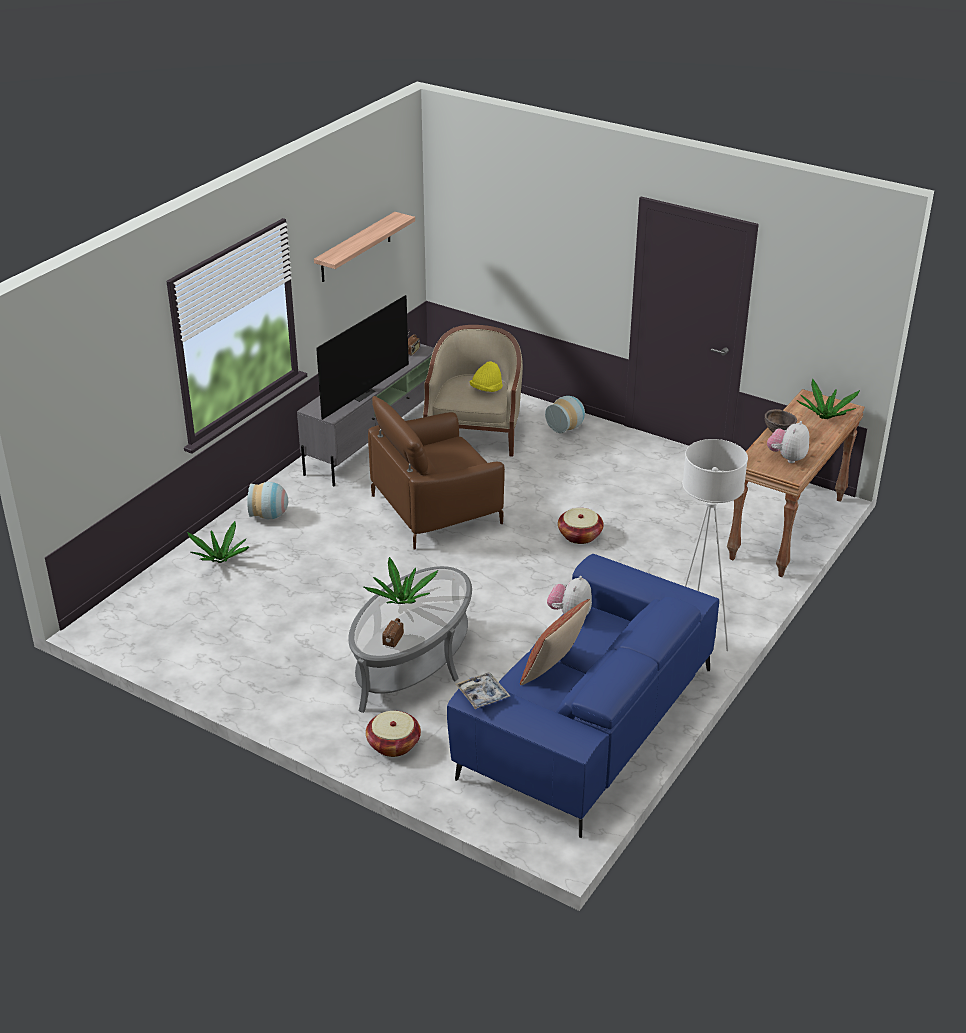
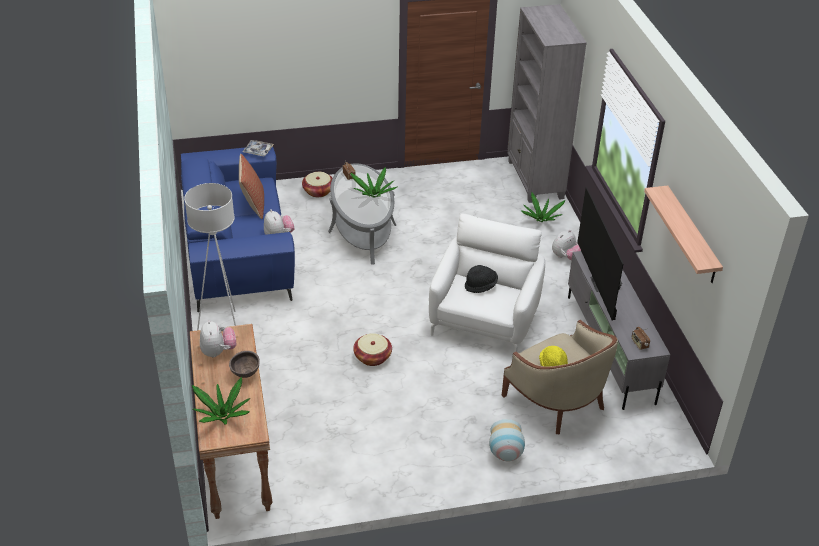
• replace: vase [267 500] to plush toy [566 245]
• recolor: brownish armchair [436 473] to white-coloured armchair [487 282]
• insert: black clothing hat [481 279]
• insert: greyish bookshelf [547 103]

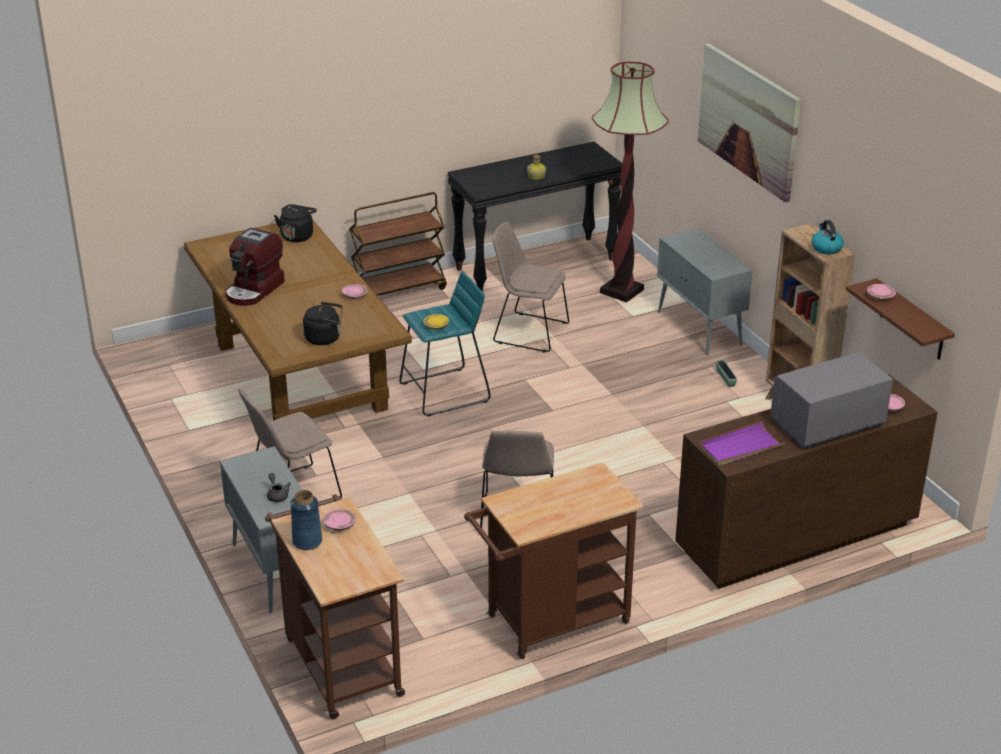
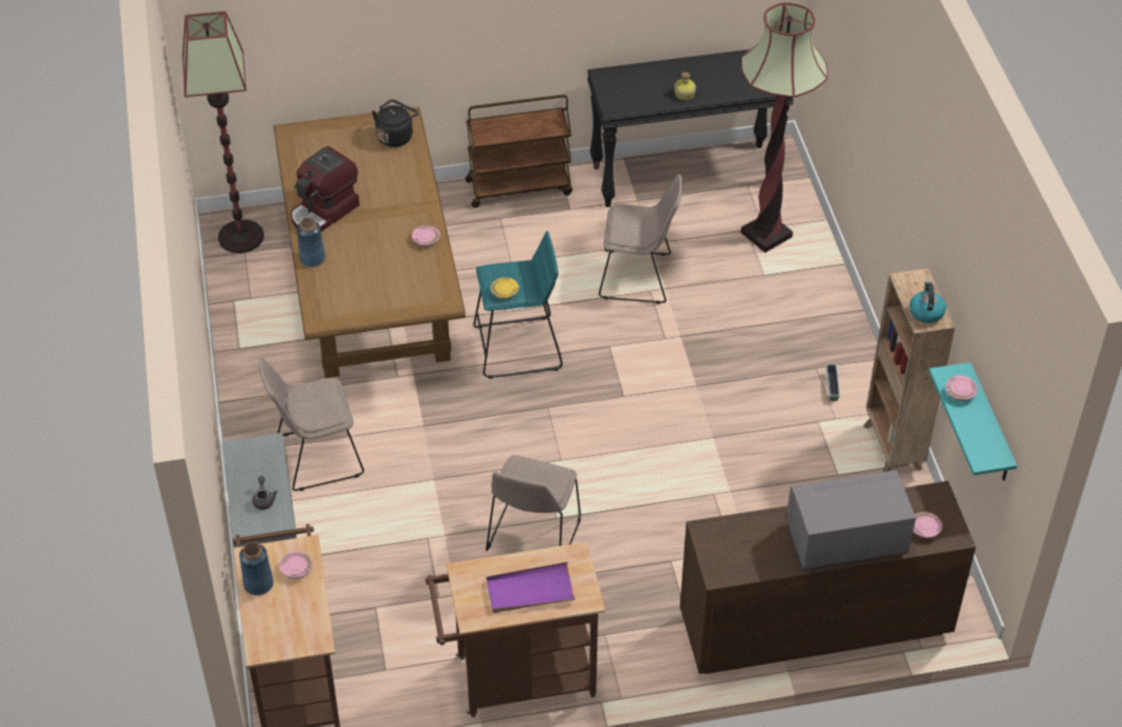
• delete: black tea kettle [322 323]
• rotate: beige-coloured plain chair [530 287] = [641 239] 150 degrees clockwise
• delete: greyish cabinet [704 292]
• delete: wall picture [749 122]
• move: purple serving tray [742 443] to [530 587]
• recolor: brownish bracket shelf [900 319] to turquoise bracket shelf [973 421]
• insert: standing lamp [223 132]
• insert: blue-coloured vase [311 242]

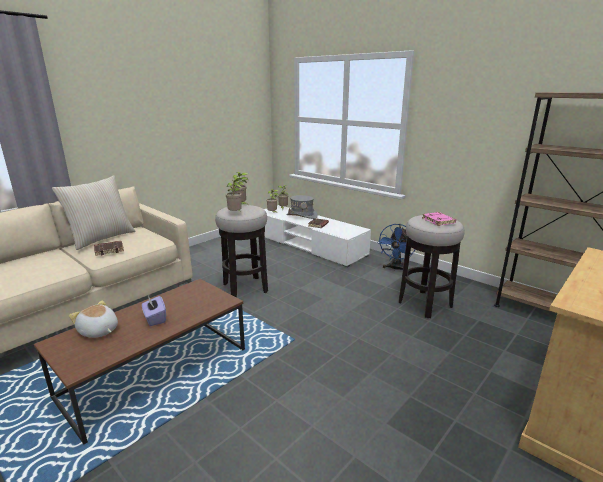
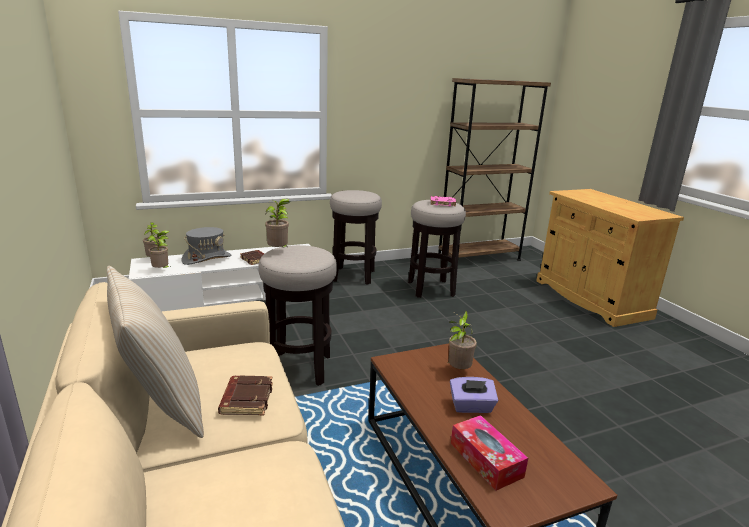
• replace: plush toy [93 319] to tissue box [489 453]
• move: plant in a pot [233 194] to [462 340]
• replace: blue-coloured cooling fan [396 247] to sitting stool [356 237]

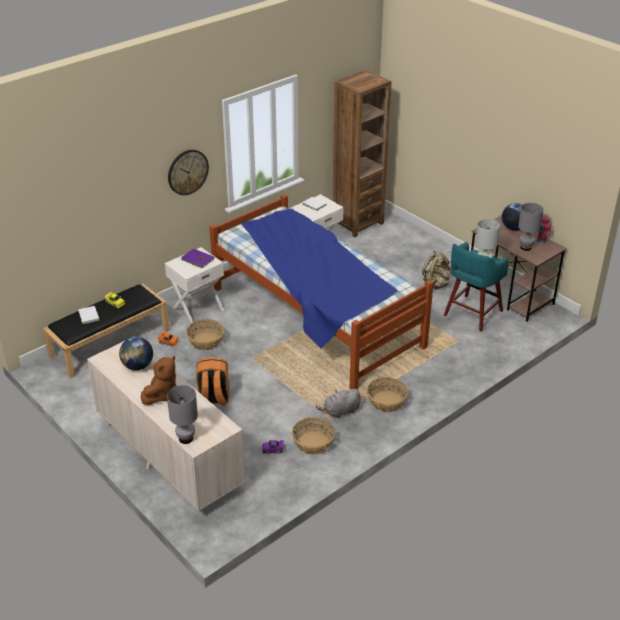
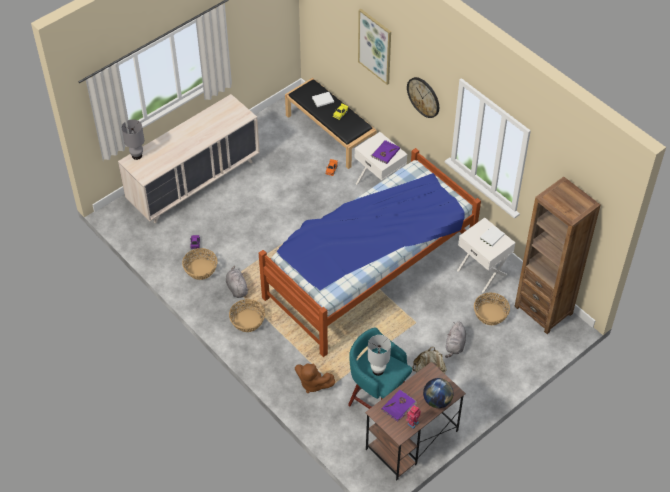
• delete: world globe [136 353]
• move: brownish plush toy [158 380] to [315 378]
• move: household basket [205 334] to [492 309]
• delete: orange knapsack [213 381]
• replace: greyish table lamp [531 227] to purple bound book [399 406]
• insert: wall picture [374 47]
• insert: greyish plush toy [455 339]

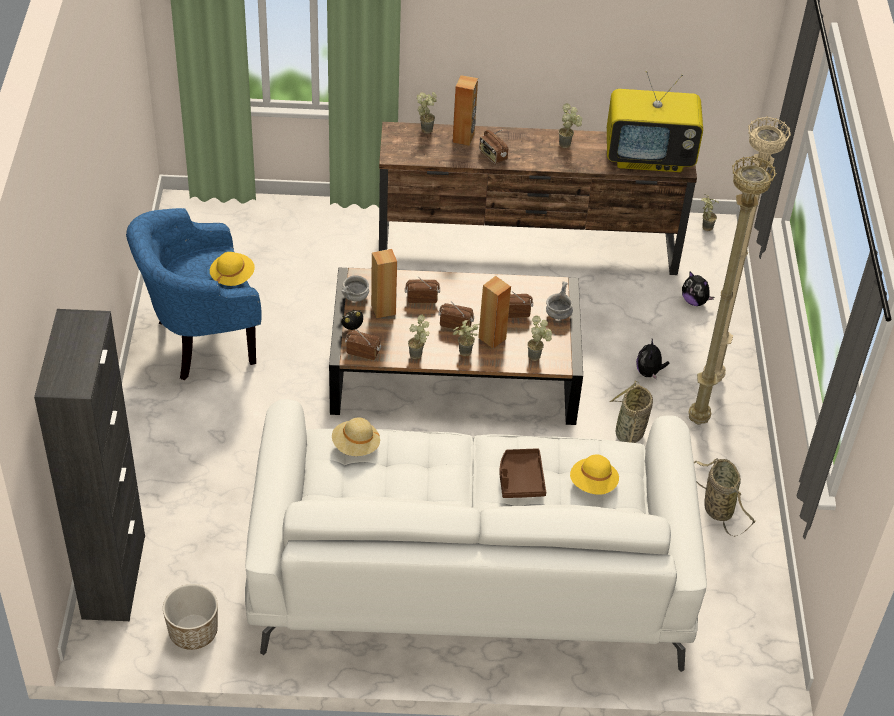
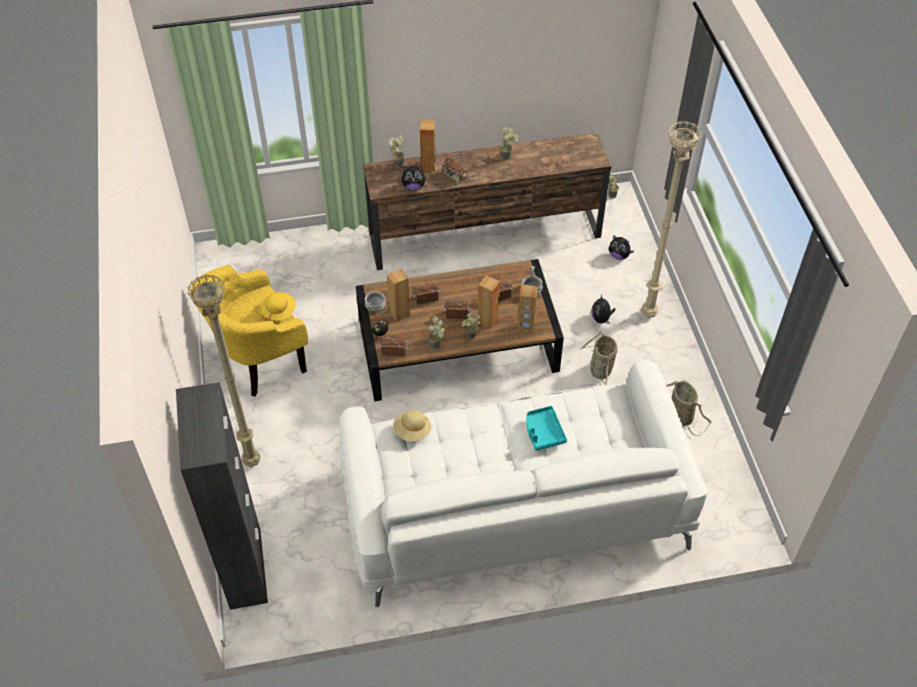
• recolor: blue-coloured armchair [194 294] to yellowish armchair [249 331]
• delete: flower pot [190 617]
• recolor: brownish serving tray [522 473] to turquoise serving tray [546 428]
• replace: plant in a pot [539 338] to brownish speaker [528 309]
• delete: yellowish clothing hat [594 474]
• delete: television [655 121]
• move: beige-coloured standing lamp [732 290] to [223 370]
• insert: plush toy [414 178]

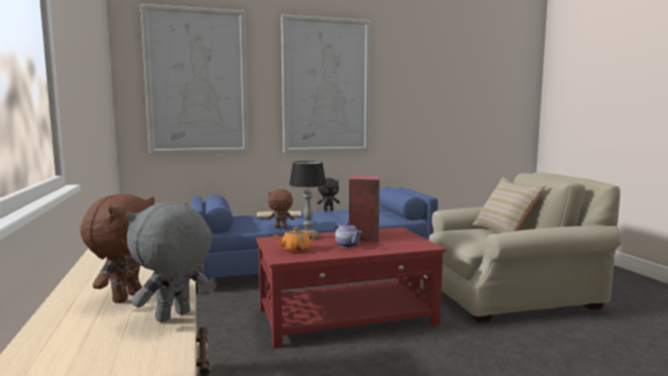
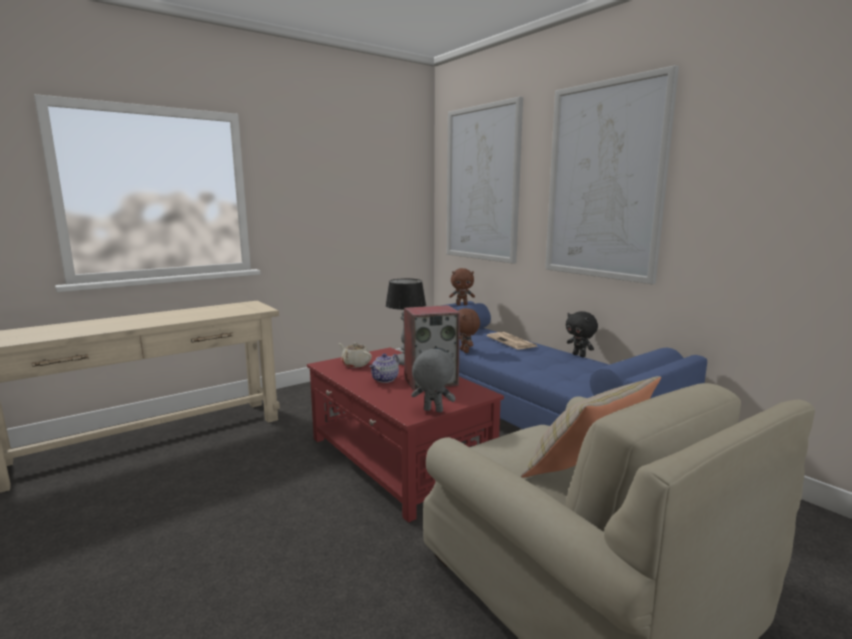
• move: brownish plush toy [117 248] to [462 286]
• move: greyish plush toy [169 262] to [433 380]
• recolor: orange pot for tea [294 239] to beige-coloured pot for tea [355 354]

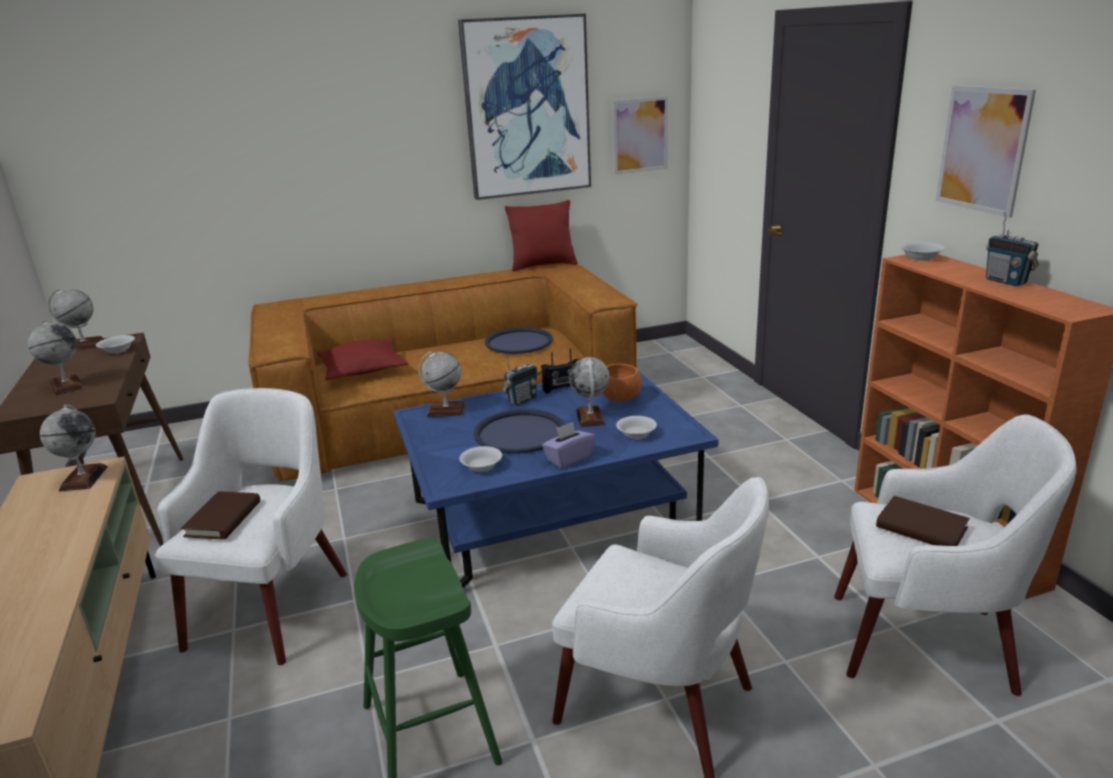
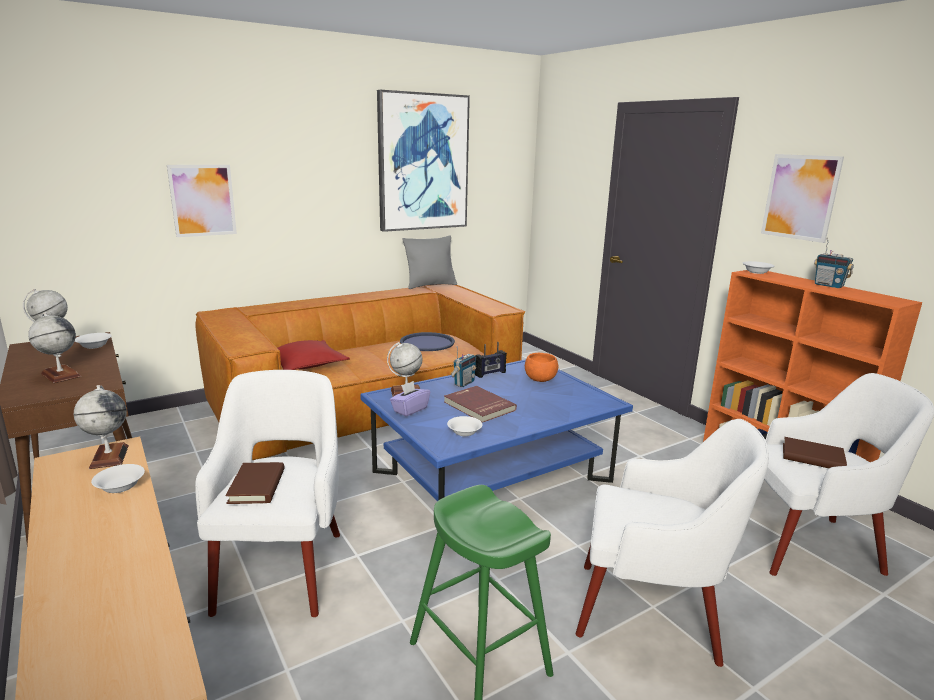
• replace: blue-coloured serving tray [519 431] to red-coloured bound book [480 404]
• recolor: red-coloured pillow [541 235] to greyish pillow [430 262]
• move: purple tissue box [568 445] to [410 398]
• delete: world globe [589 392]
• move: wall picture [640 135] to [202 201]
• move: white-coloured deep dish [636 427] to [118 478]

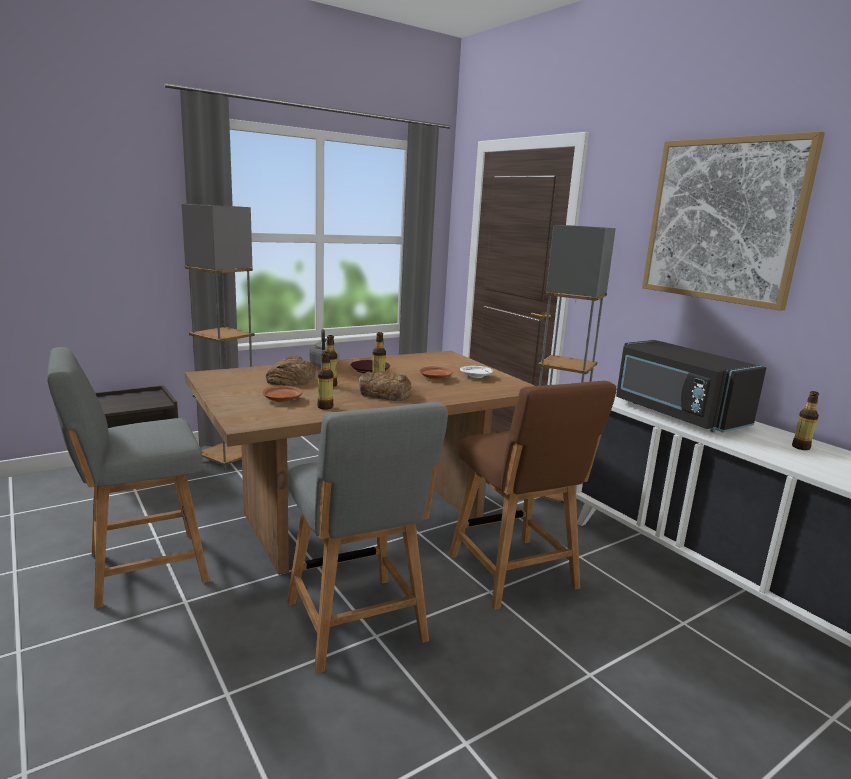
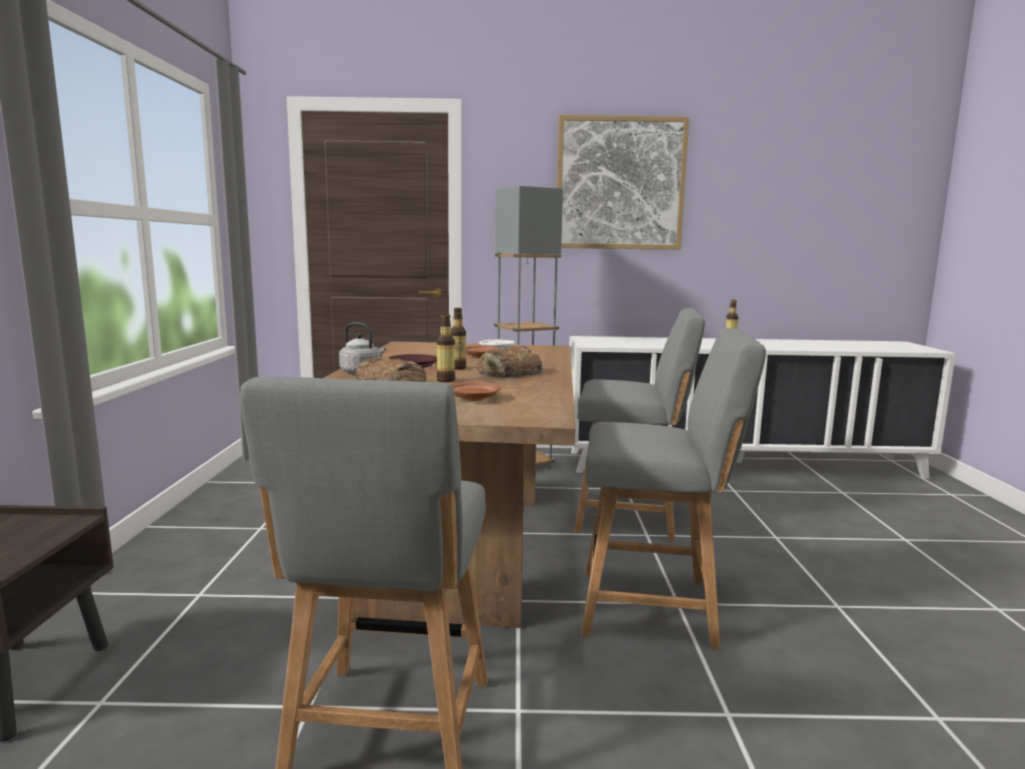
• delete: greyish standing lamp [218 337]
• delete: drink bottle [325 380]
• recolor: brownish plain chair [532 495] to greyish plain chair [639 425]
• delete: black microwave [691 386]

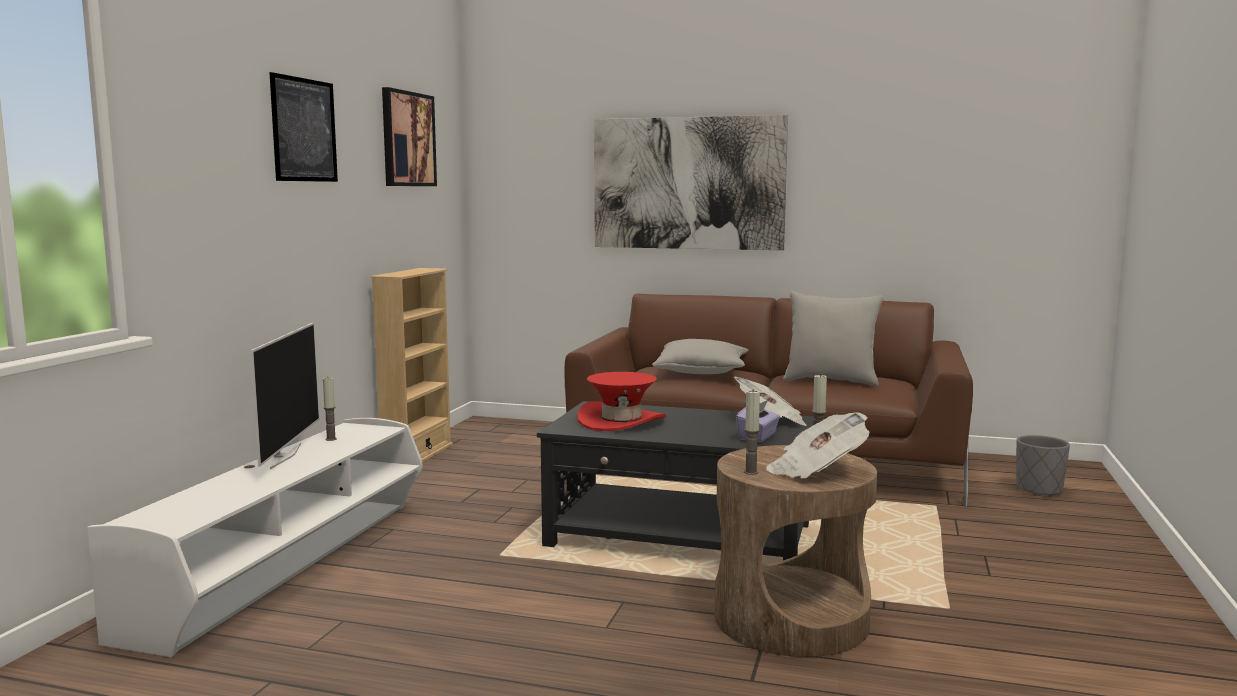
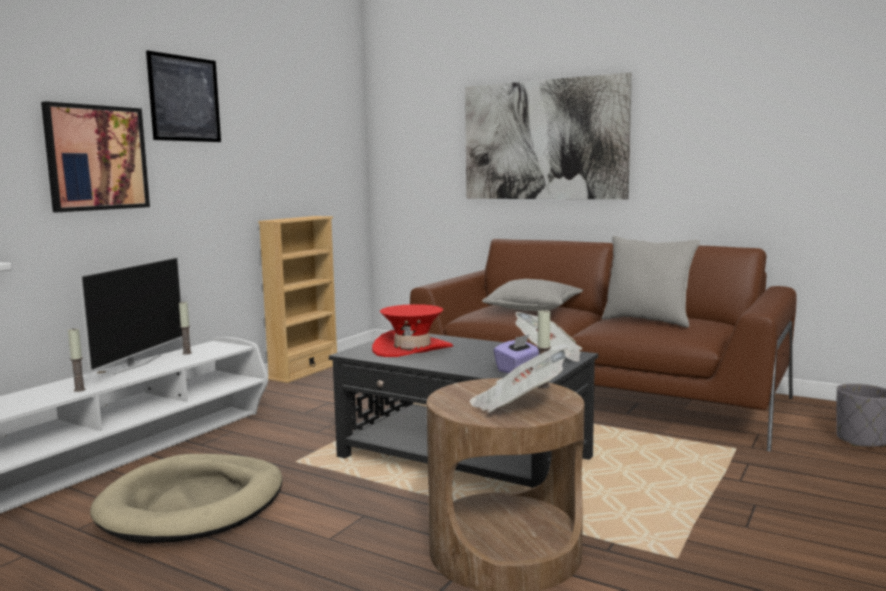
• move: wall picture [409 136] to [95 156]
• move: candle [752 432] to [77 360]
• insert: beige-coloured dog cushion [186 498]

